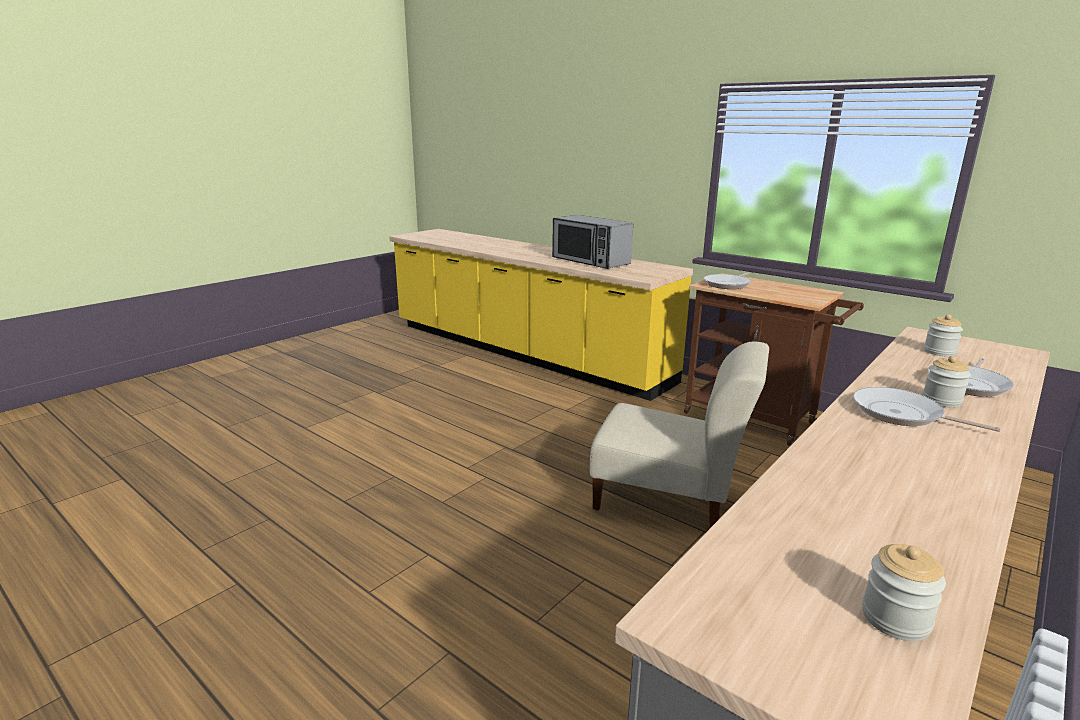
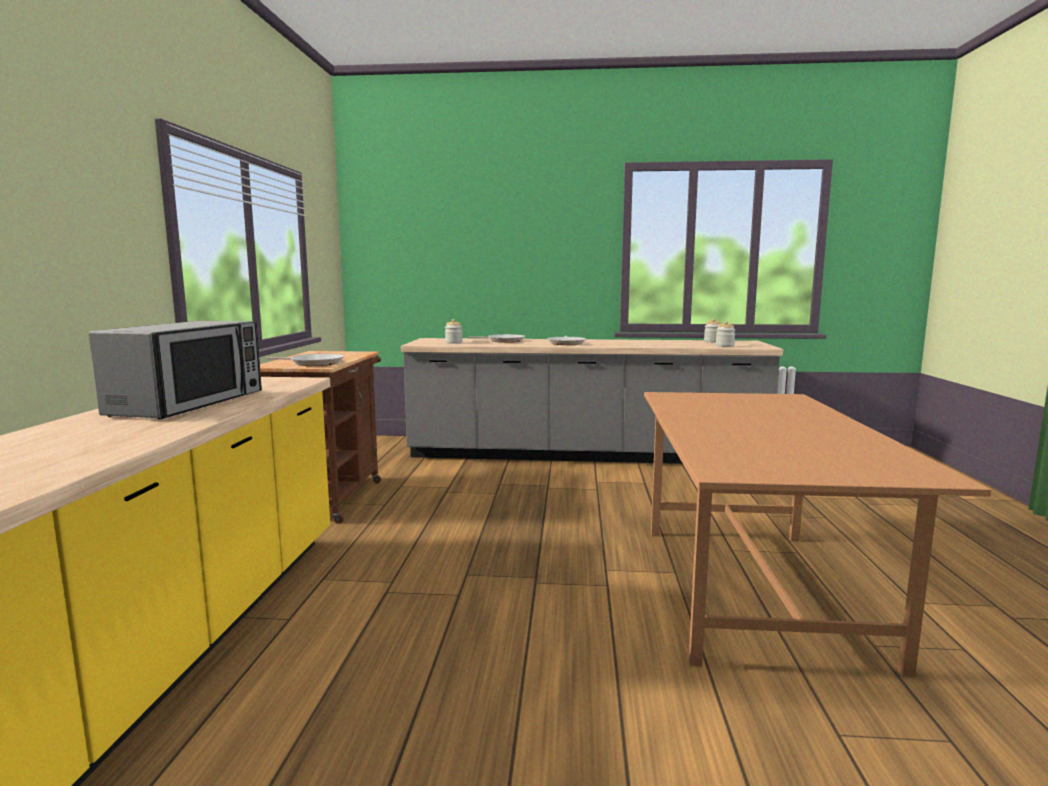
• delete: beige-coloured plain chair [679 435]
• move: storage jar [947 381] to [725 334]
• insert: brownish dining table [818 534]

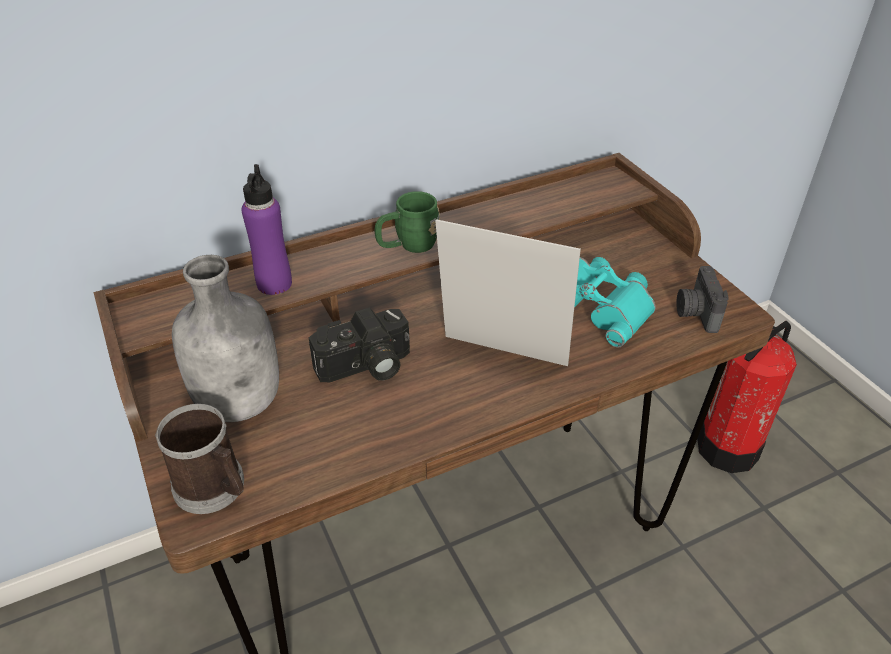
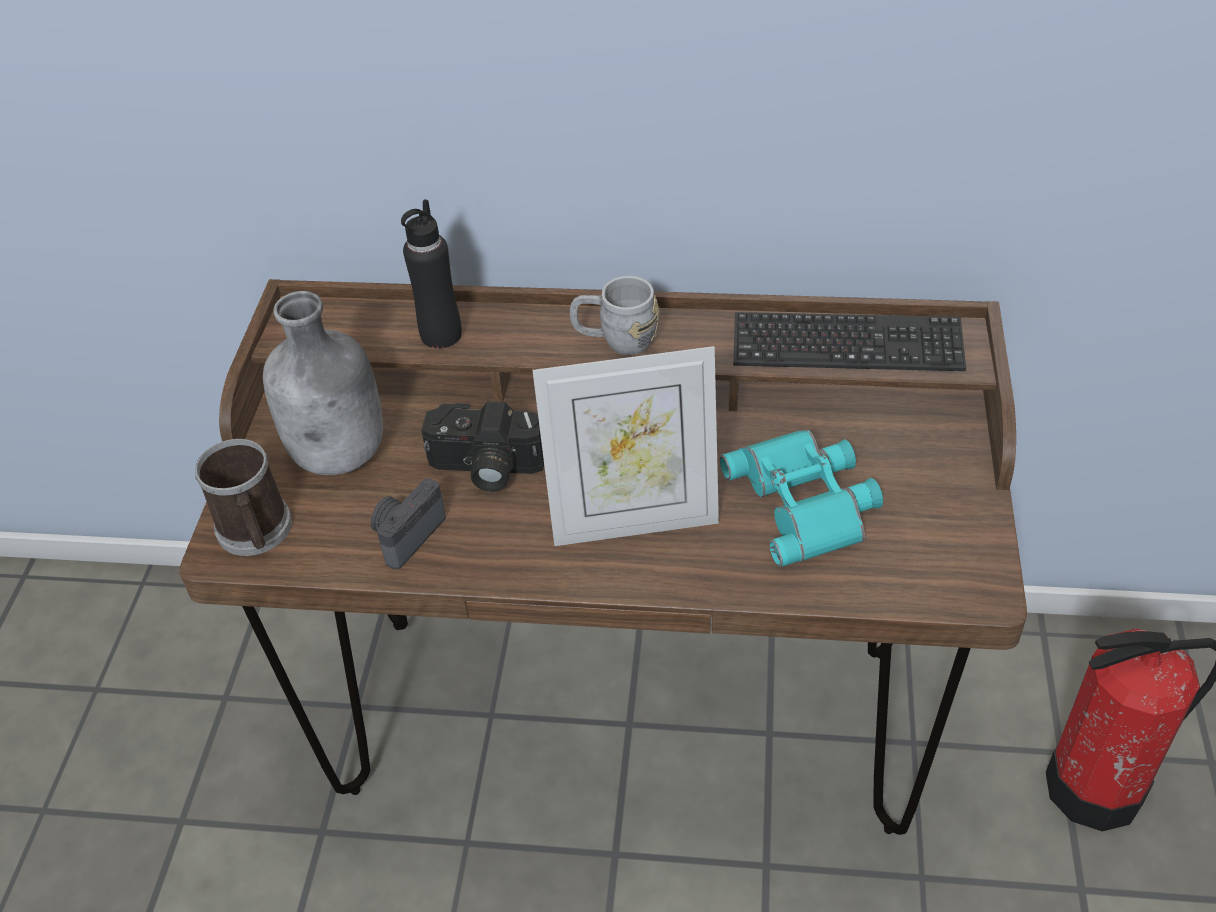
• recolor: purple drink bottle [267 229] to black drink bottle [431 273]
• recolor: green coffee mug [407 222] to greyish coffee mug [615 315]
• rotate: photo frame [508 292] = [625 446] 120 degrees clockwise
• move: photo camera [702 299] to [408 524]
• insert: PC keyboard [849 341]

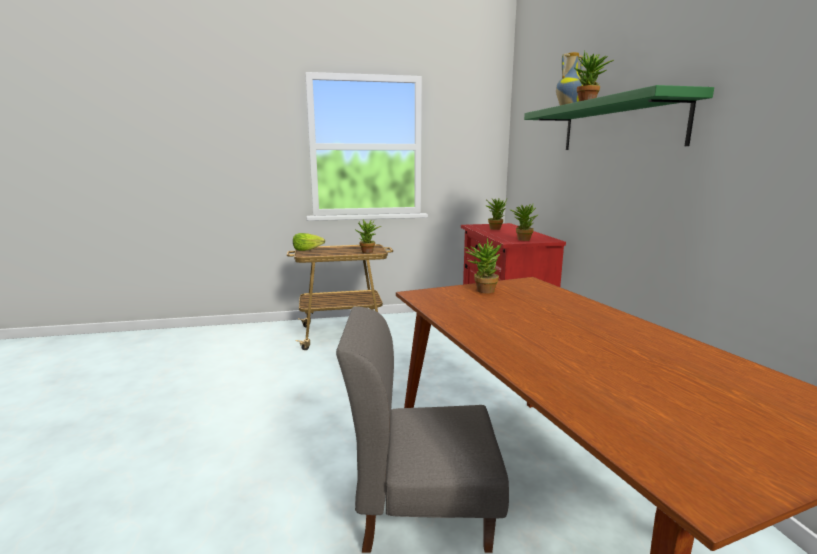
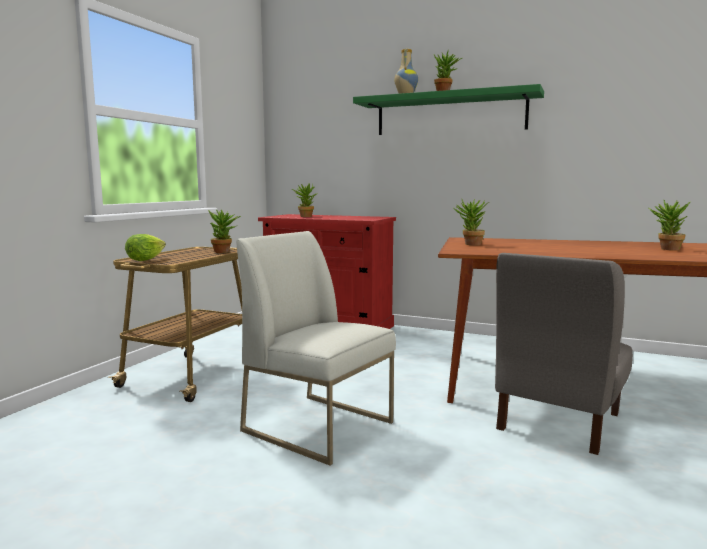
• move: plant in a pot [524 222] to [669 225]
• insert: white-coloured plain chair [316 348]

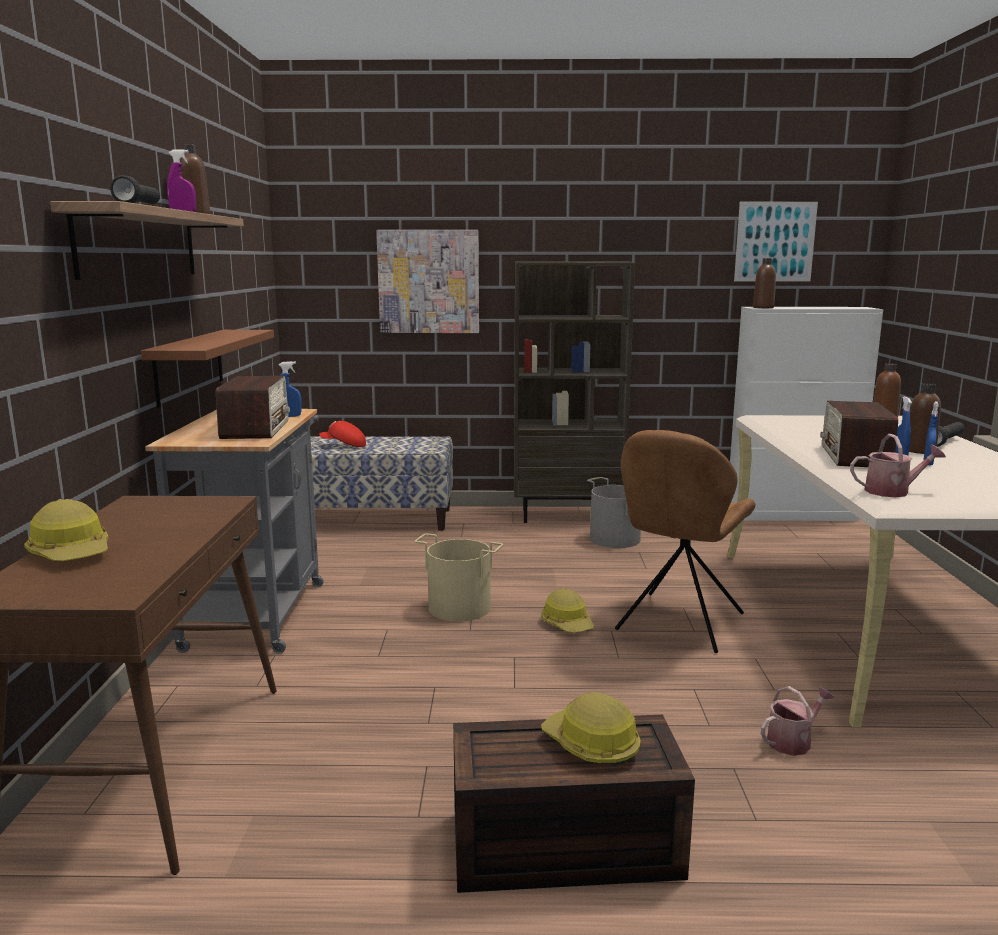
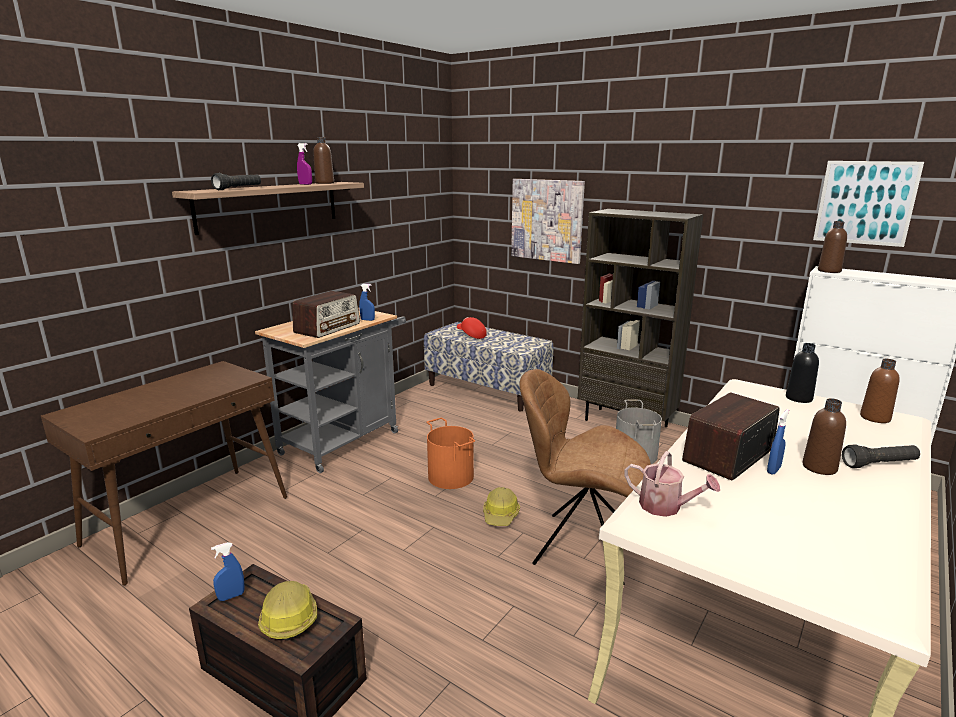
• delete: work helmet [66 530]
• delete: brownish bracket shelf [207 369]
• recolor: beige-coloured bucket [458 577] to orange bucket [451 453]
• rotate: brownish plain chair [685 541] = [585 477] 45 degrees clockwise
• delete: sprinkling can [797 721]
• move: blue-coloured spray bottle [931 434] to [227 571]
• insert: black drink bottle [802 373]

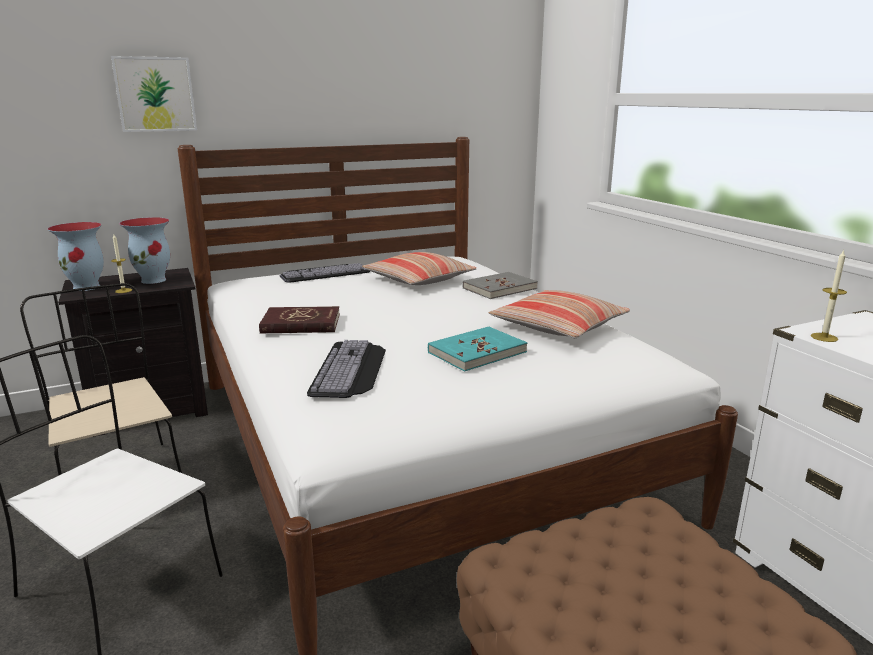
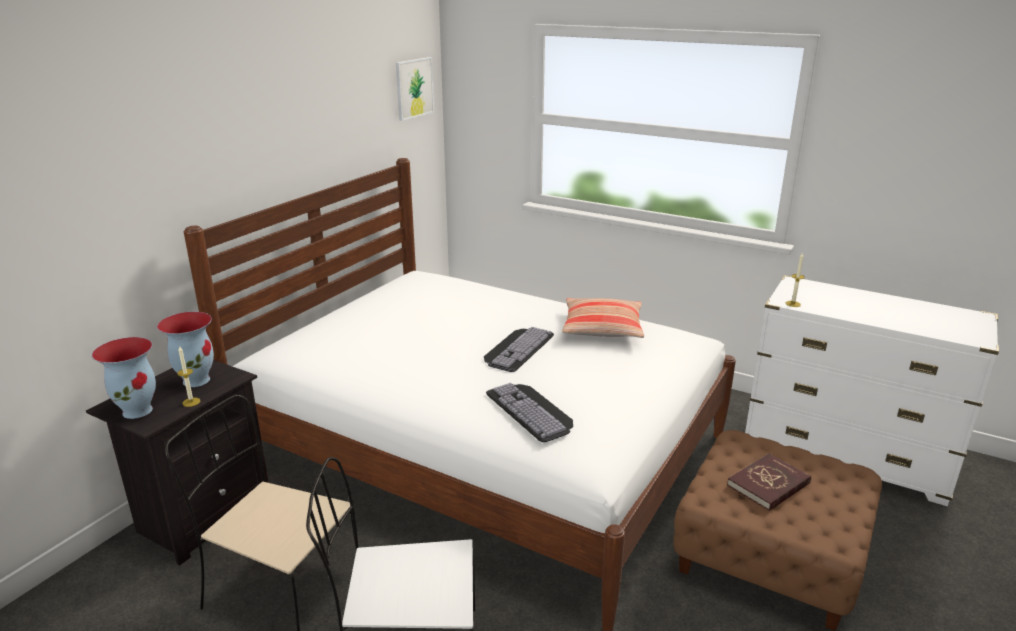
• move: wall picture [154 94] to [415 89]
• move: red-coloured bound book [299 320] to [769 482]
• move: PC keyboard [325 273] to [519 349]
• delete: pillow [419 268]
• delete: turquoise bound book [477 349]
• delete: greyish bound book [500 285]

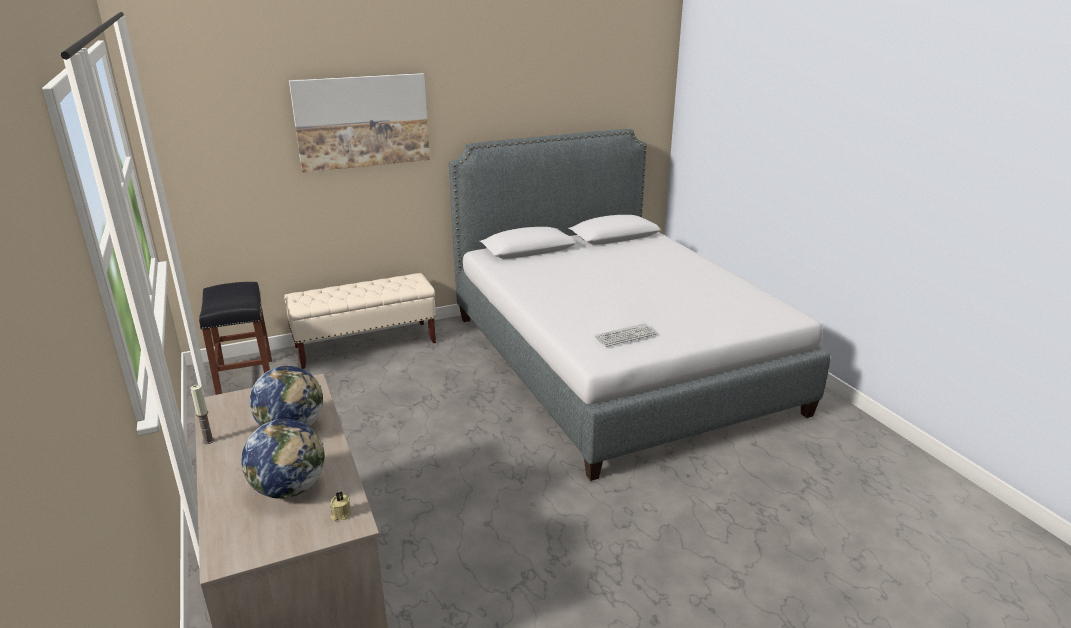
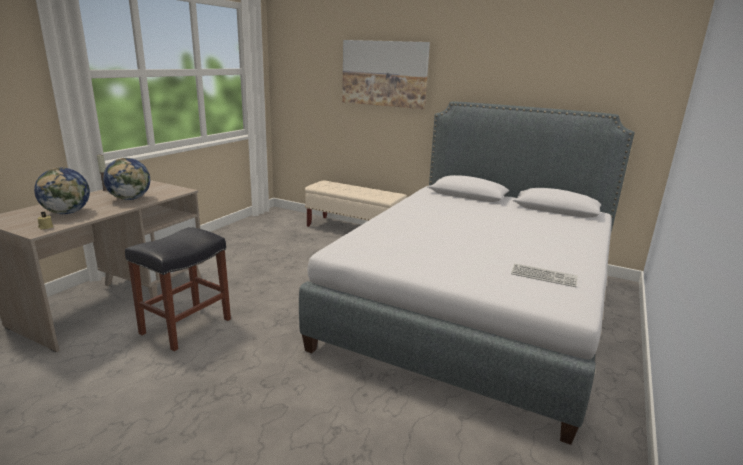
• move: black sitting stool [235 338] to [178 289]
• move: PC keyboard [625 335] to [544 275]

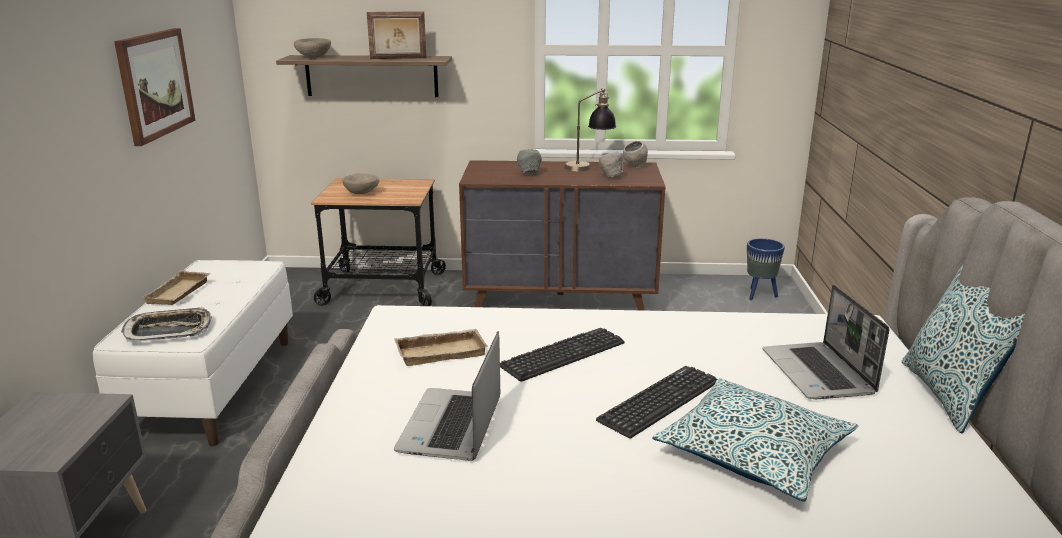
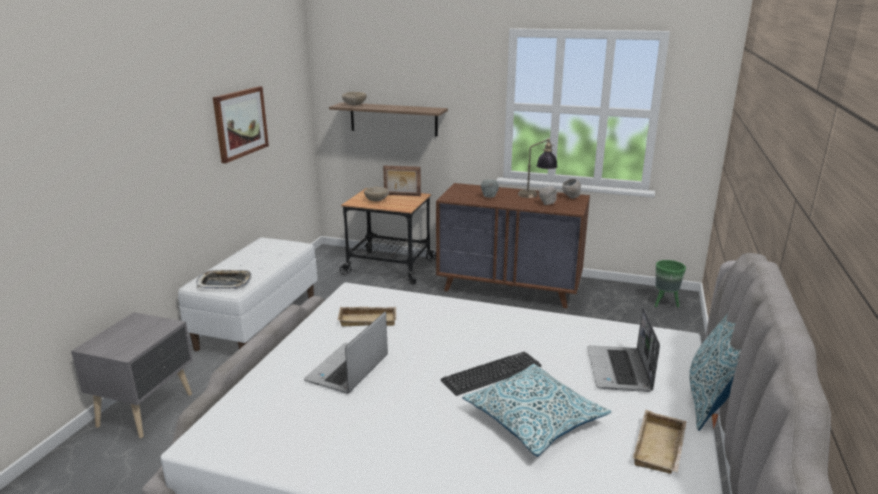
• move: beige-coloured serving tray [176 287] to [660 442]
• move: photo frame [396 35] to [402 181]
• delete: PC keyboard [562 355]
• recolor: blue-coloured flower pot [766 269] to green flower pot [670 283]

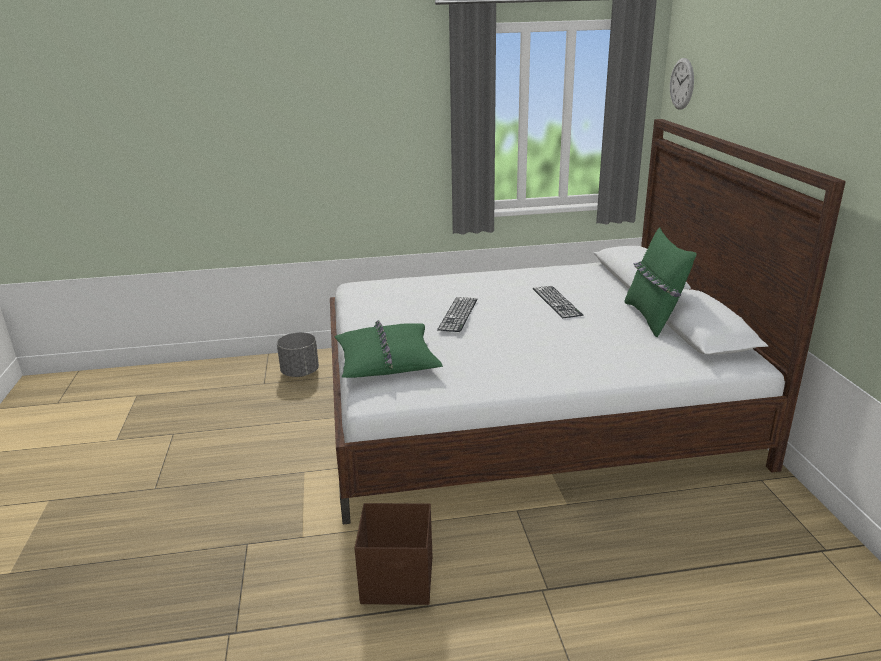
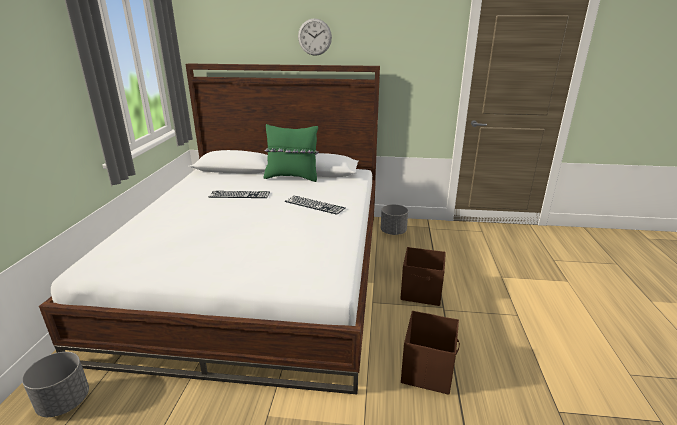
• delete: green pillow [389 349]
• move: PC keyboard [457 314] to [315 205]
• move: wall clock [682 83] to [315 37]
• insert: greyish flower pot [394 219]
• insert: brownish storage bin [423 276]

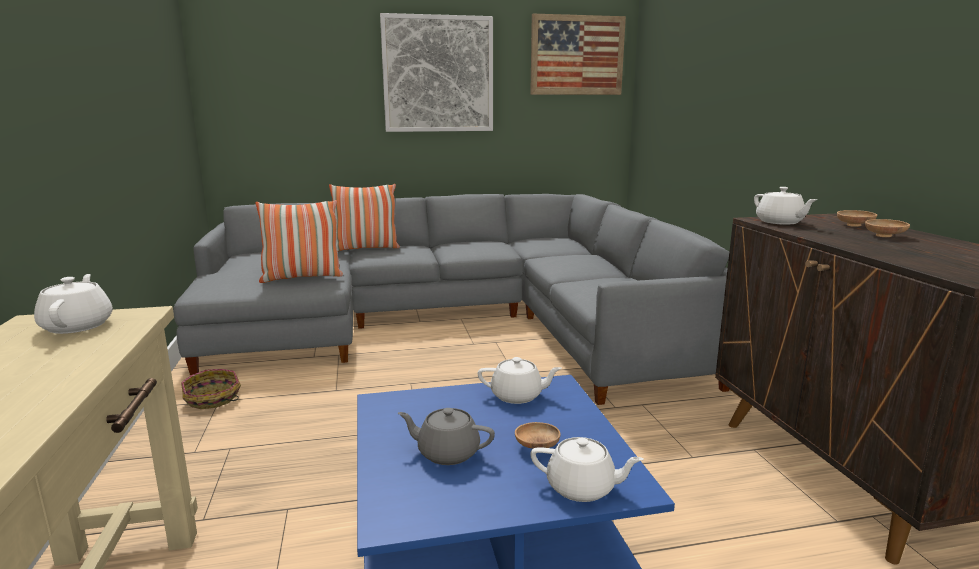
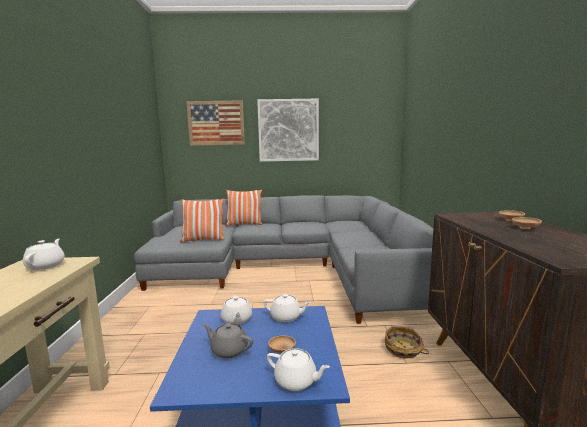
• move: household basket [211 389] to [407 342]
• move: wall picture [578 54] to [215 123]
• move: white-coloured pot for tea [786 206] to [236 310]

